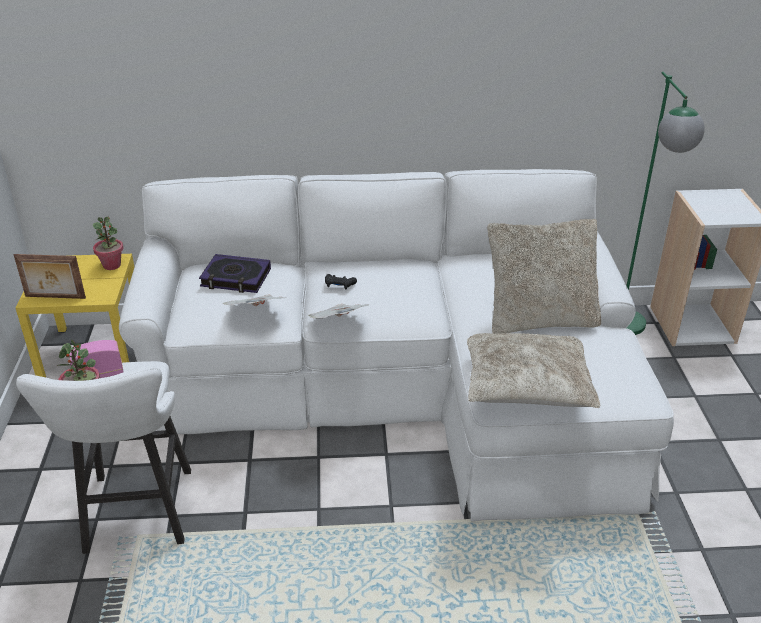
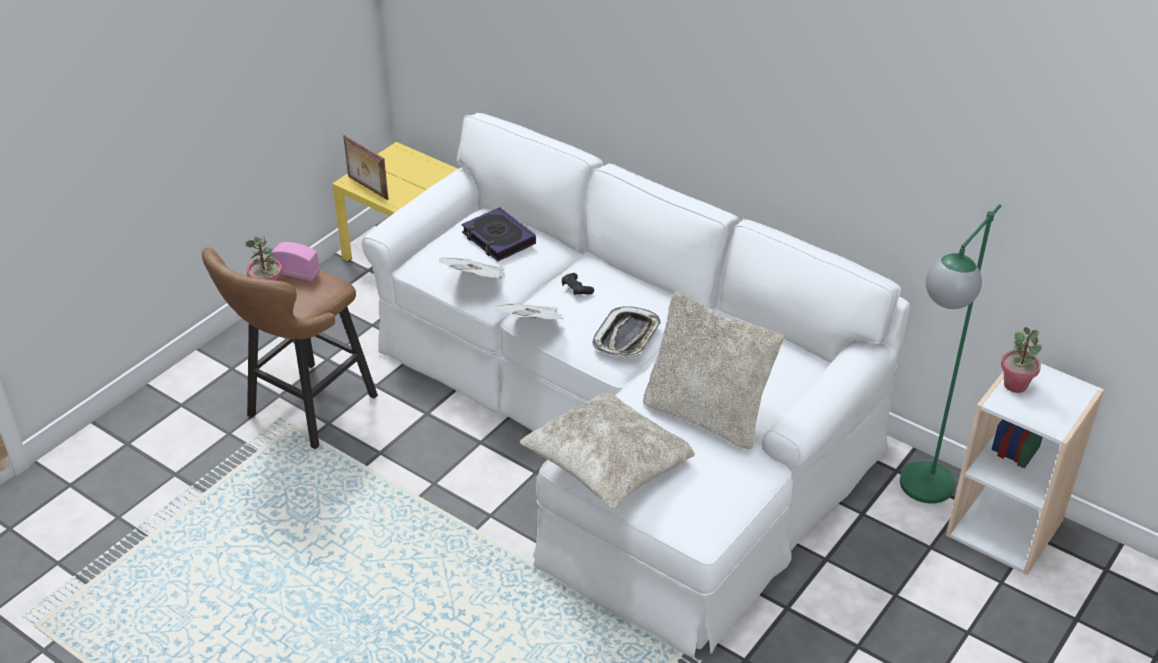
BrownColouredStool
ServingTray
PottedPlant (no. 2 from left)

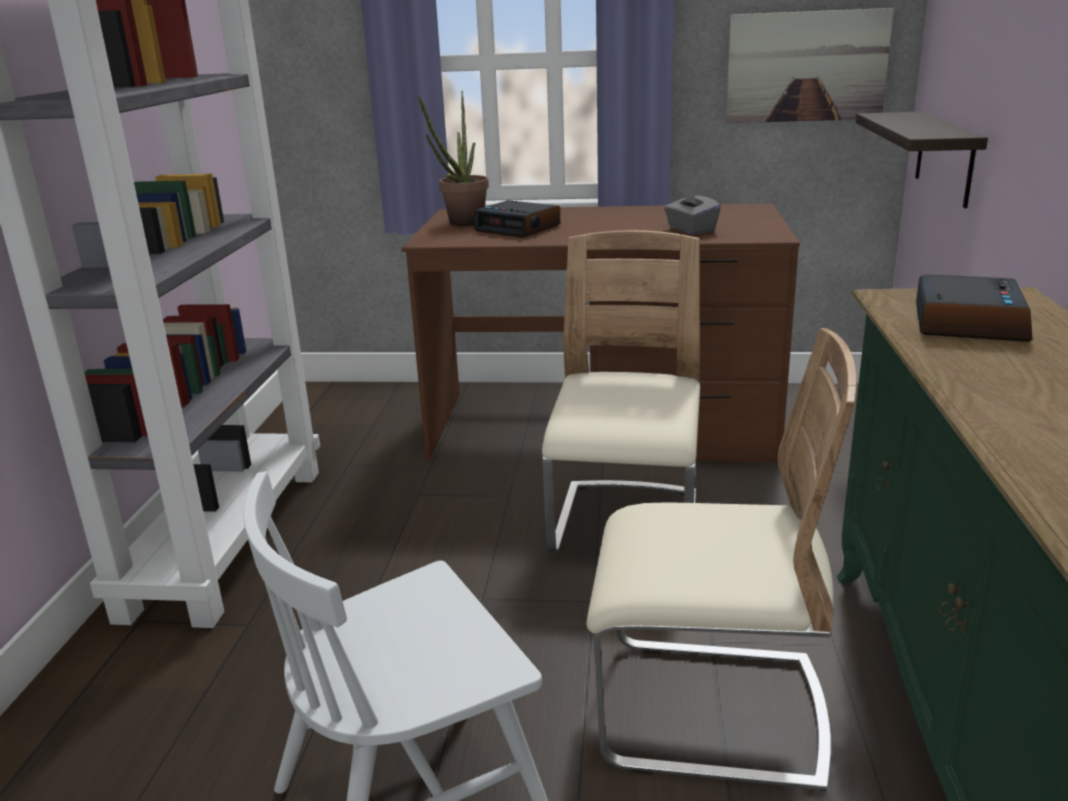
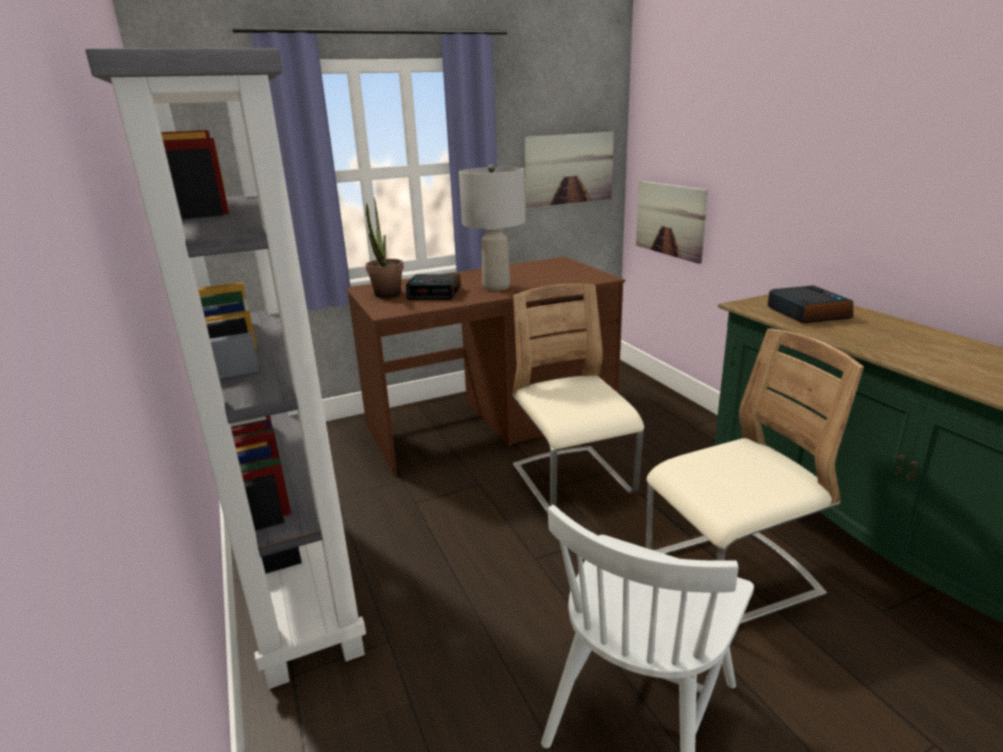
GreyishLampForATable
Picture (no. 2 from left)
GreyishTissueHolder

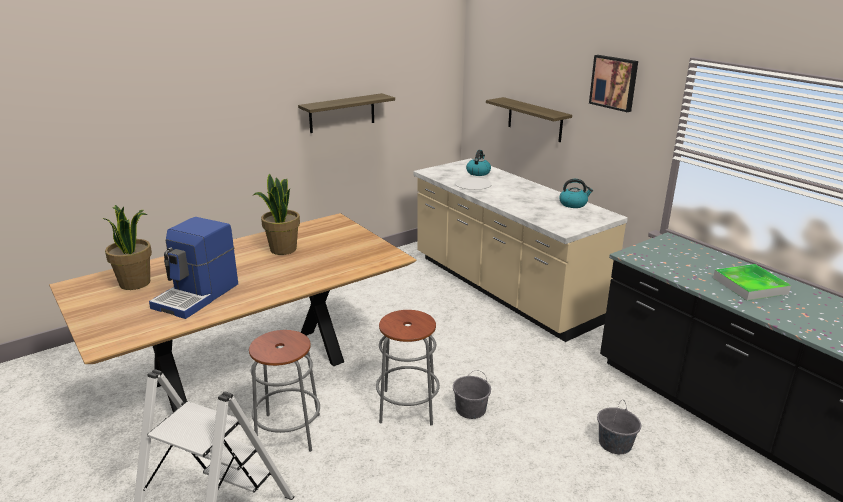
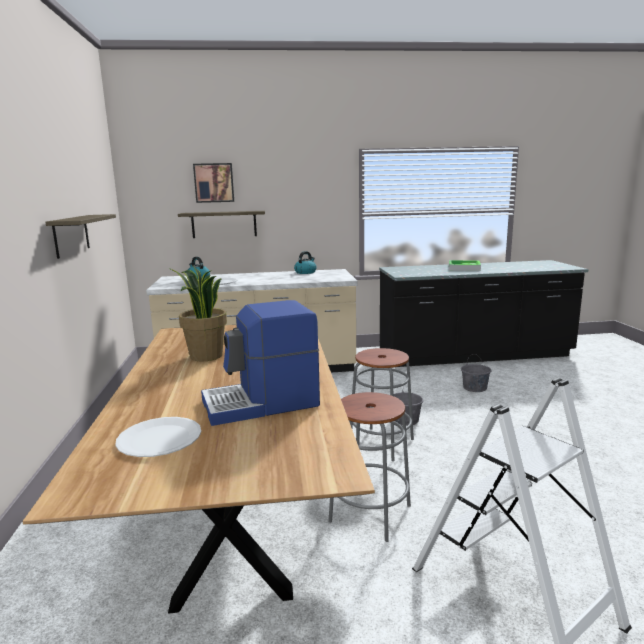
WhiteColouredDinnerPlate (no. 1 from left)
Picture
CoffeeMaker

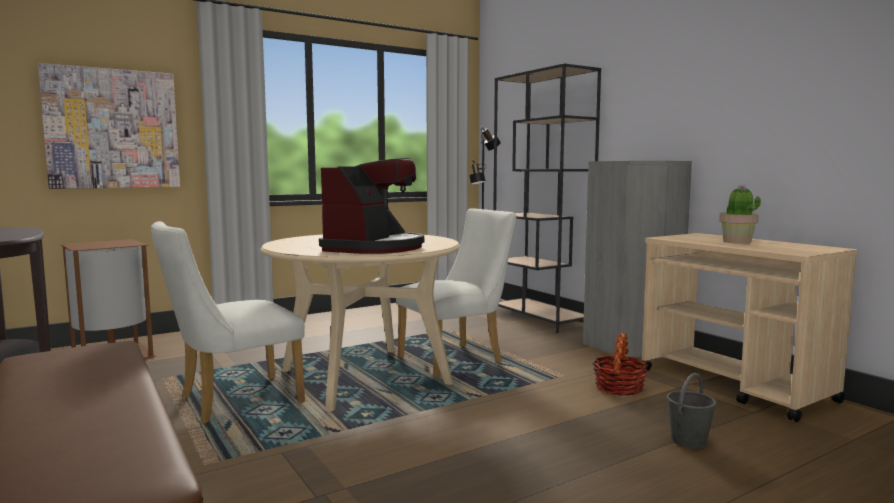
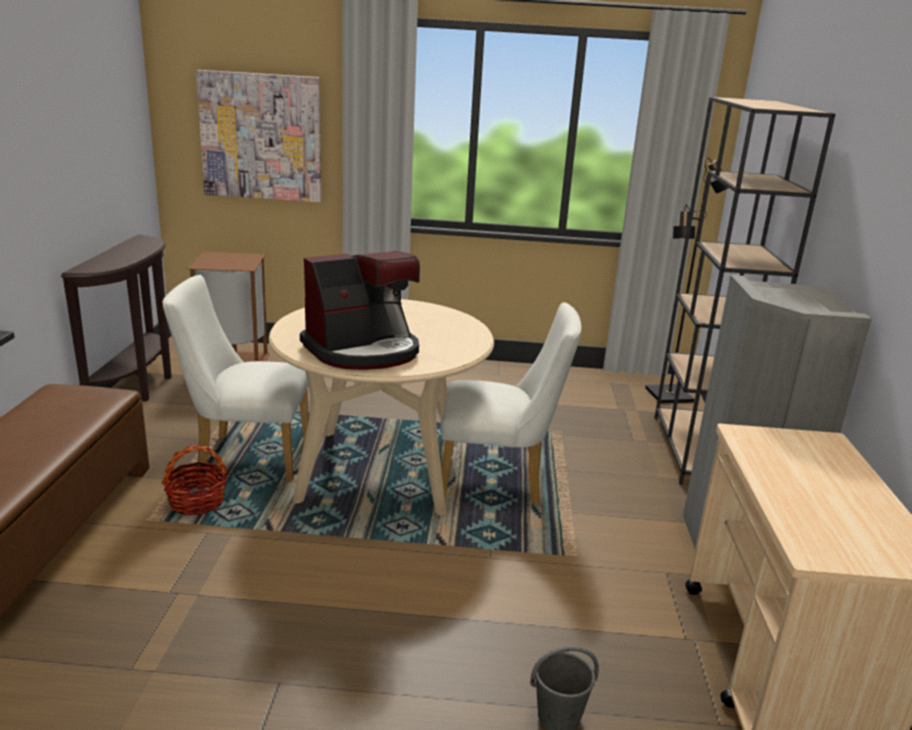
HouseholdBasket
PottedPlant

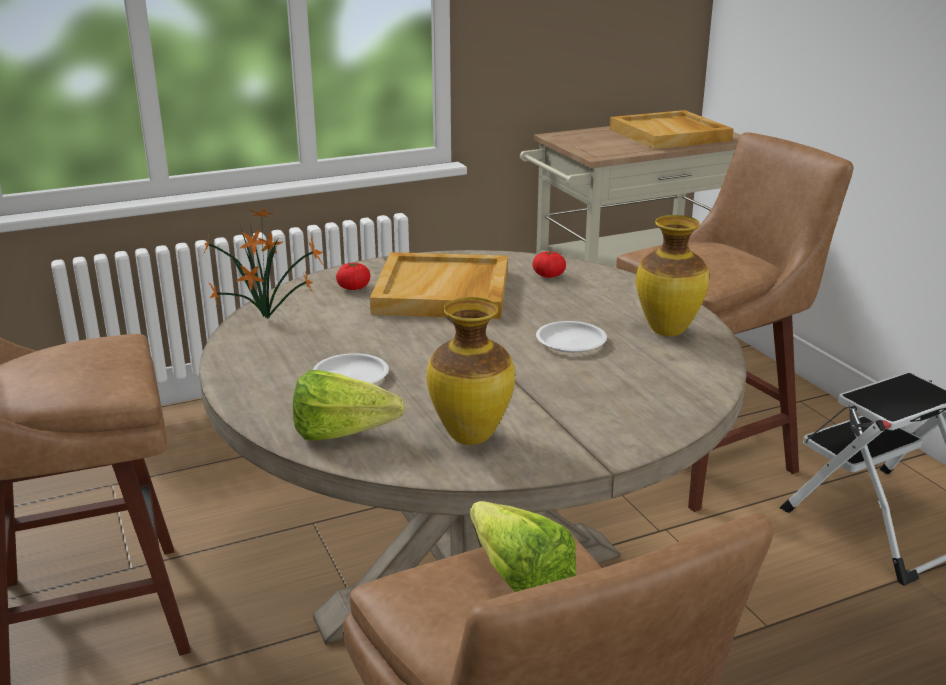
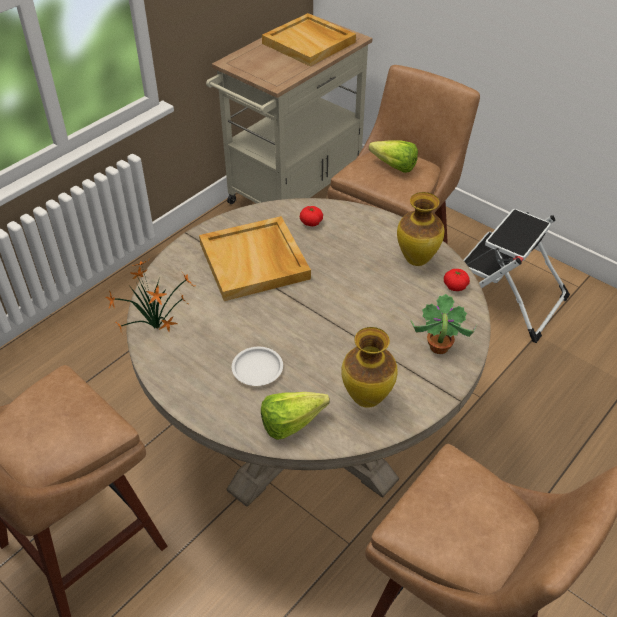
Lettuce (no. 2 from left)
PottedPlant (no. 2 from left)
WholeTomato (no. 2 from left)
WhiteColouredDinnerPlate (no. 2 from left in the first image)

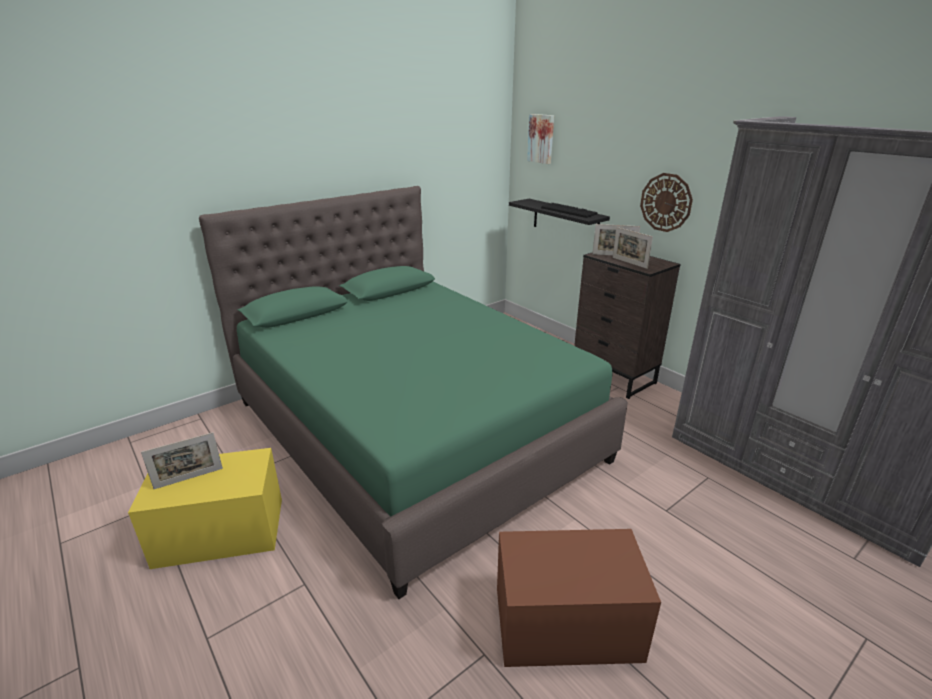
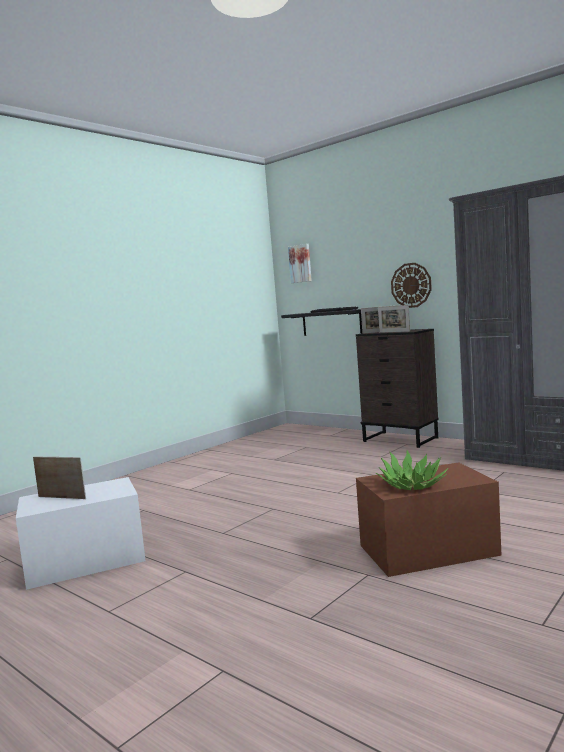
WhiteColouredStorageContainer
PhotoFrame (no. 1 from left)
PottedPlant
GreenBedroomBed

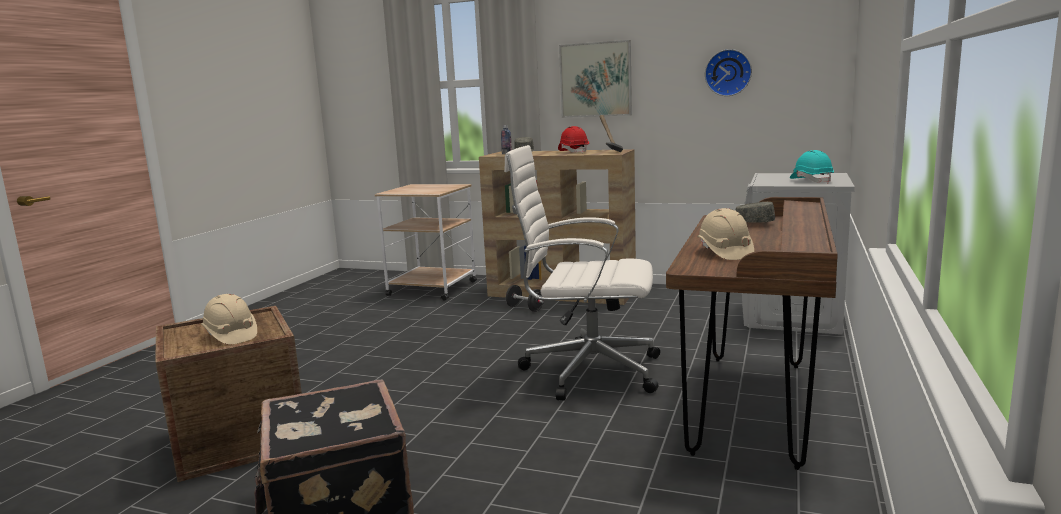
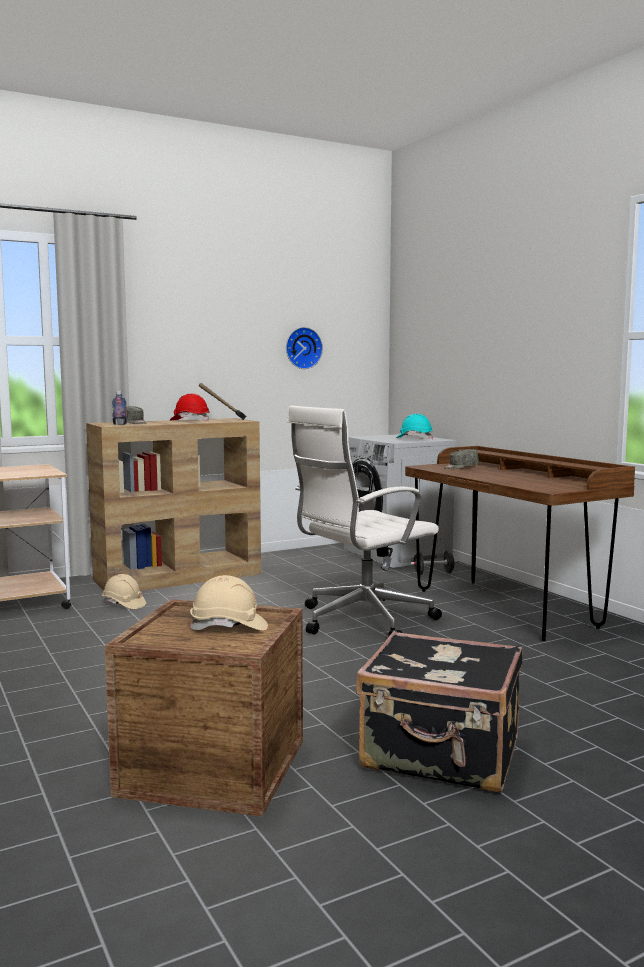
BeigeColouredSafetyHelmet (no. 1 from left)
BlackishHandWeight
Picture

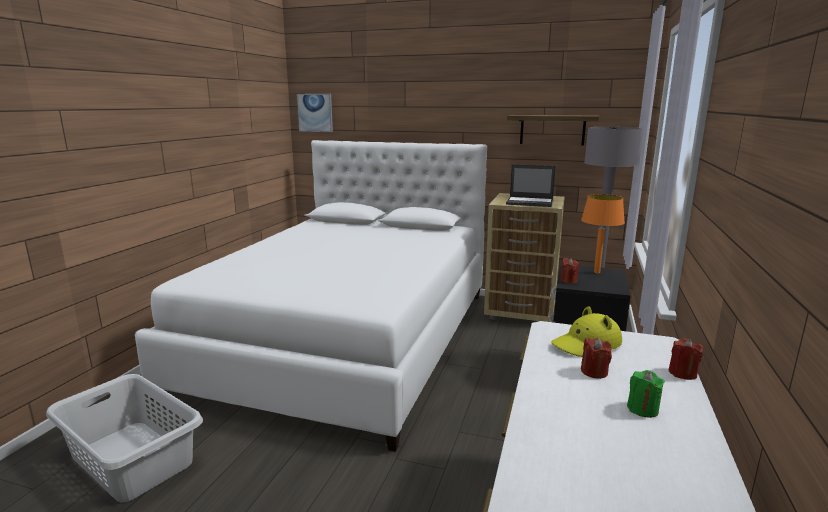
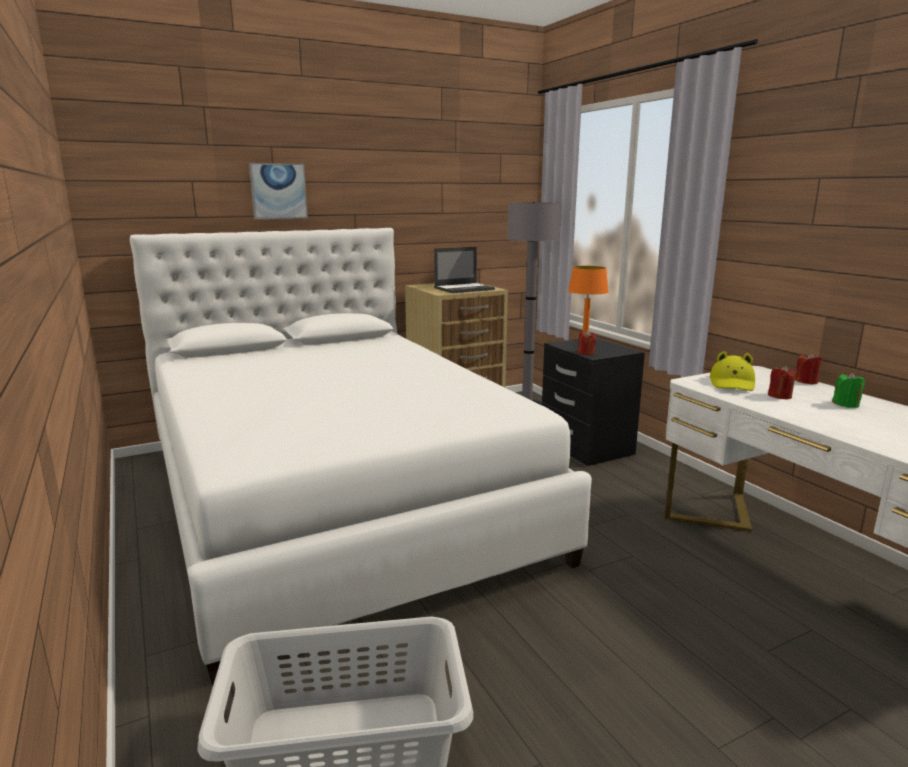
Picture
WallShelf

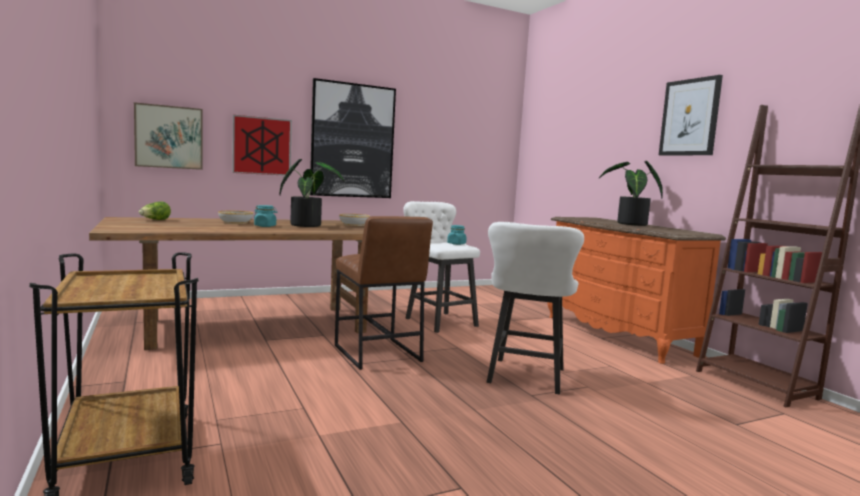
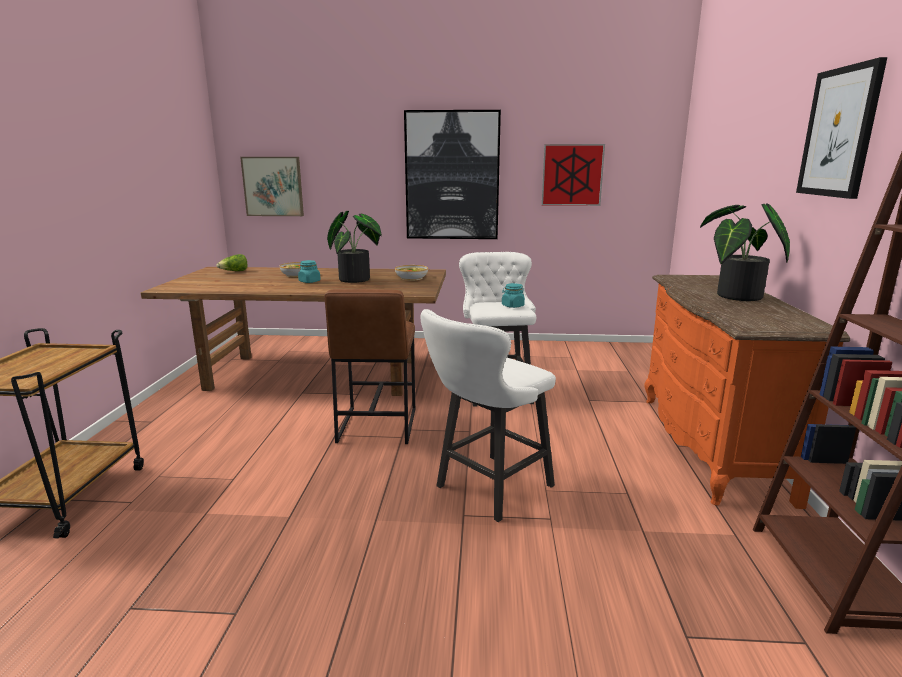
Picture (no. 3 from left)

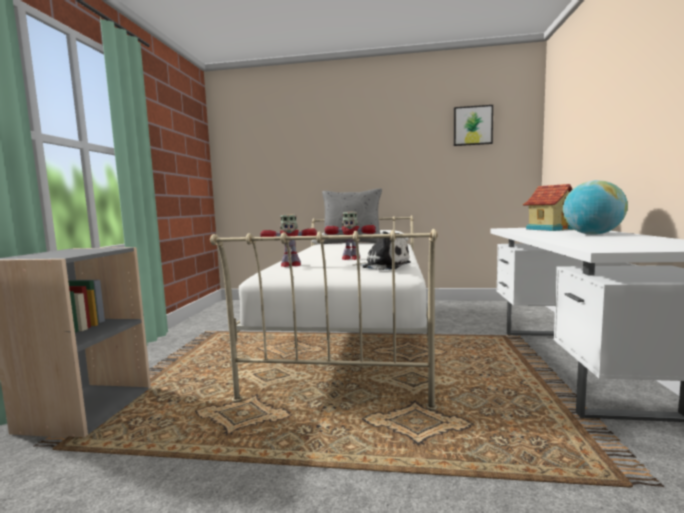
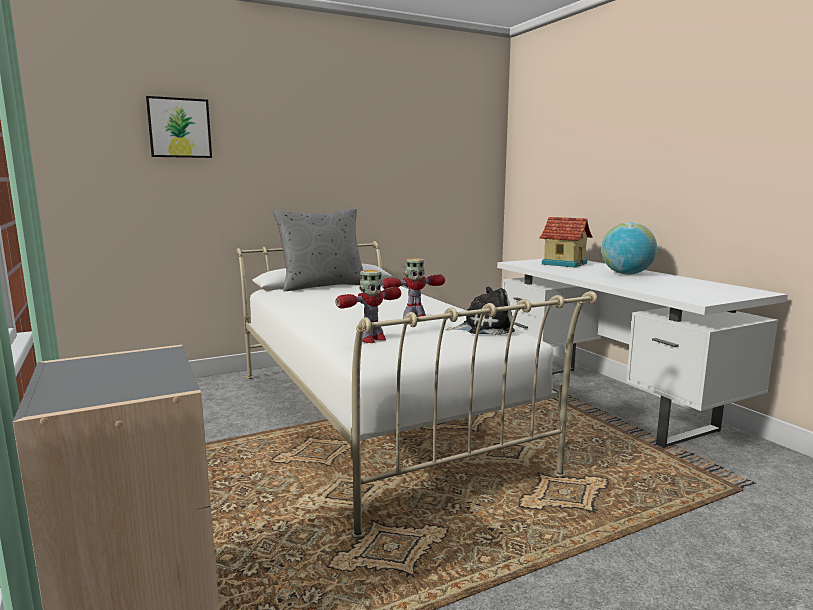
Picture

